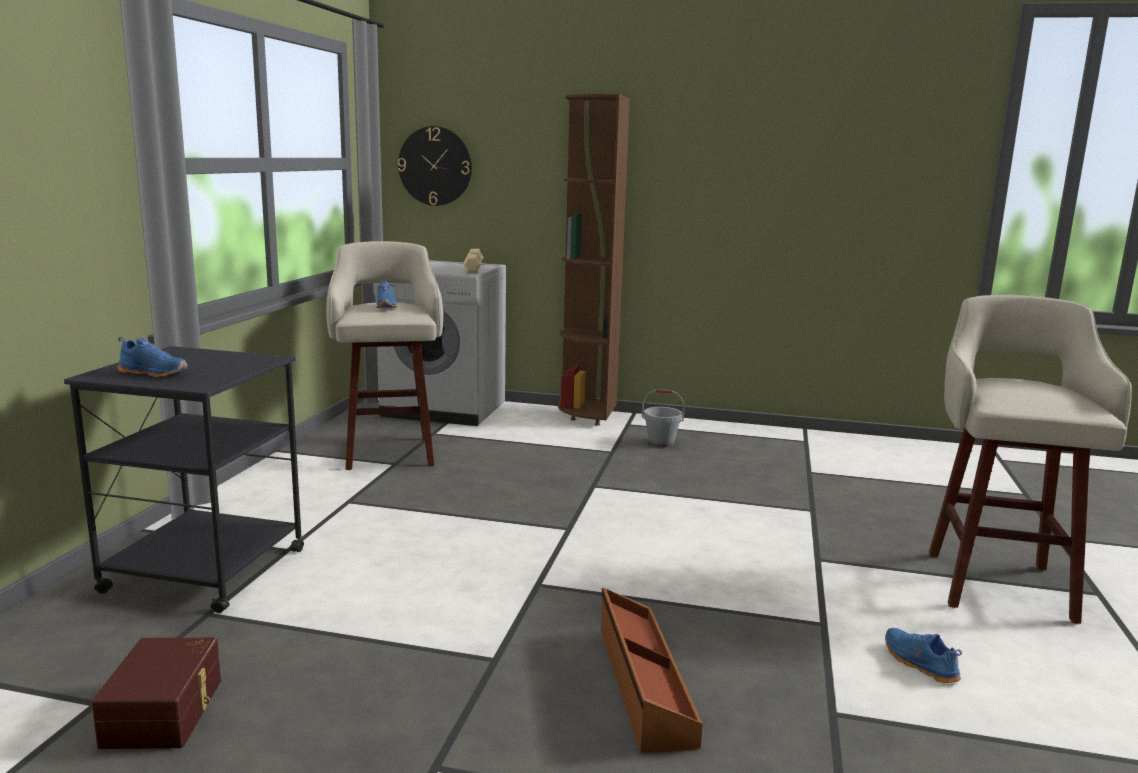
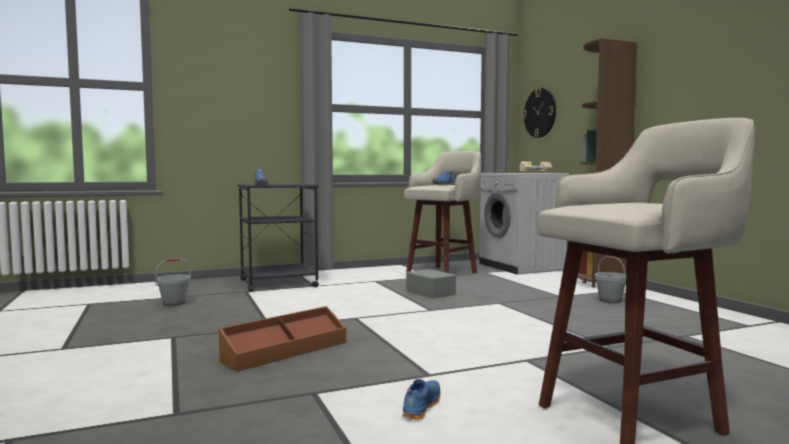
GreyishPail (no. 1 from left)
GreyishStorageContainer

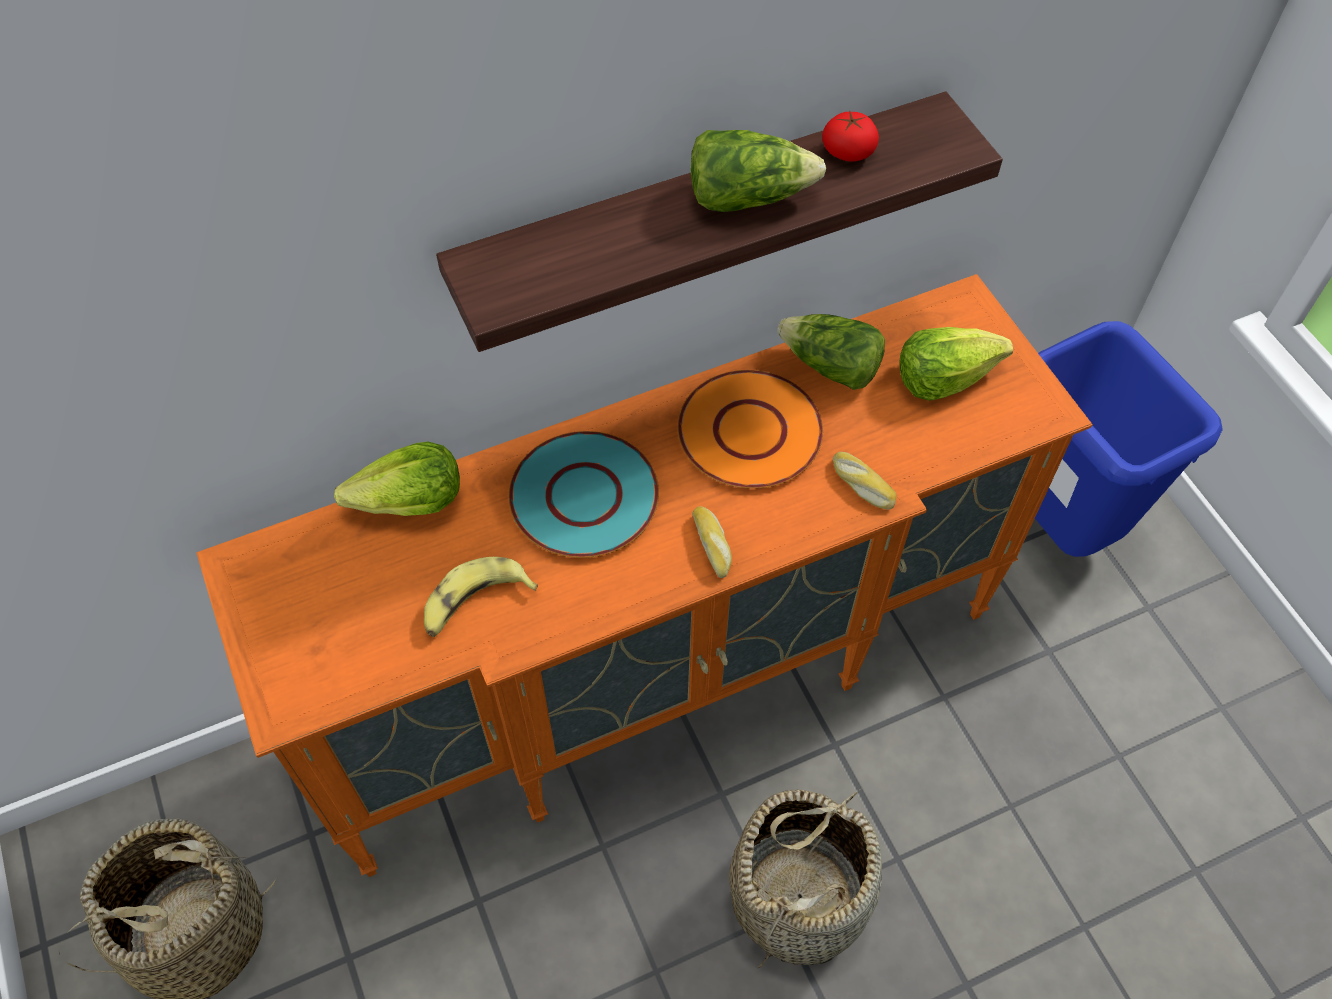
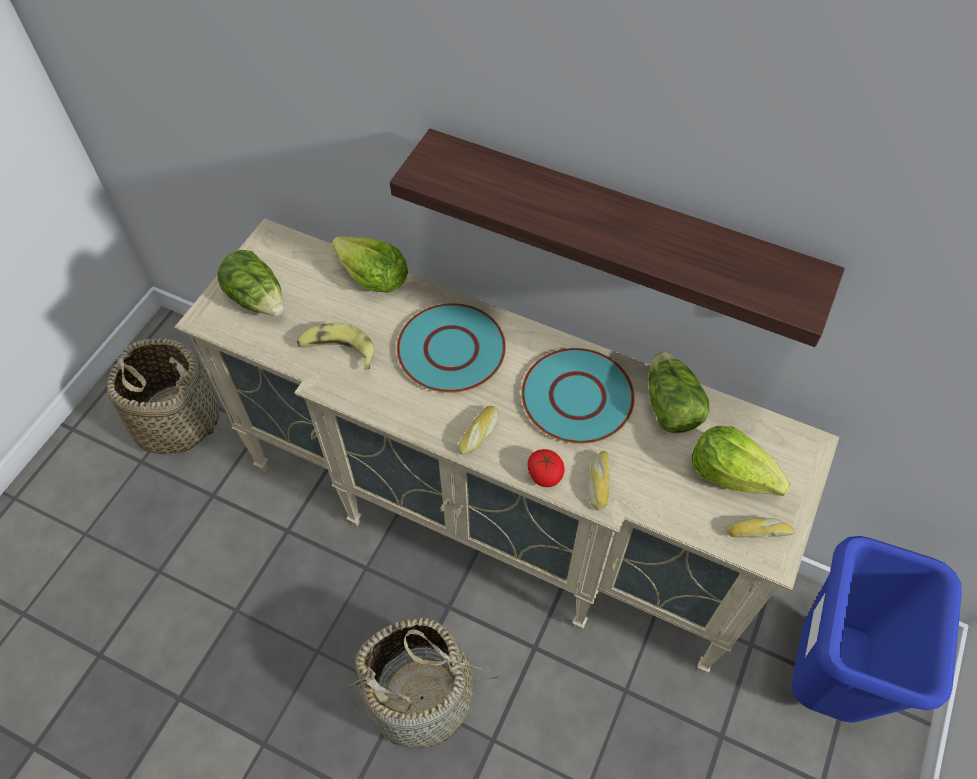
BeigeColouredCupboard
Lettuce (no. 1 from left)
TurquoiseColouredDinnerPlate (no. 2 from left)
WholeTomato
BakeryBread (no. 3 from left)

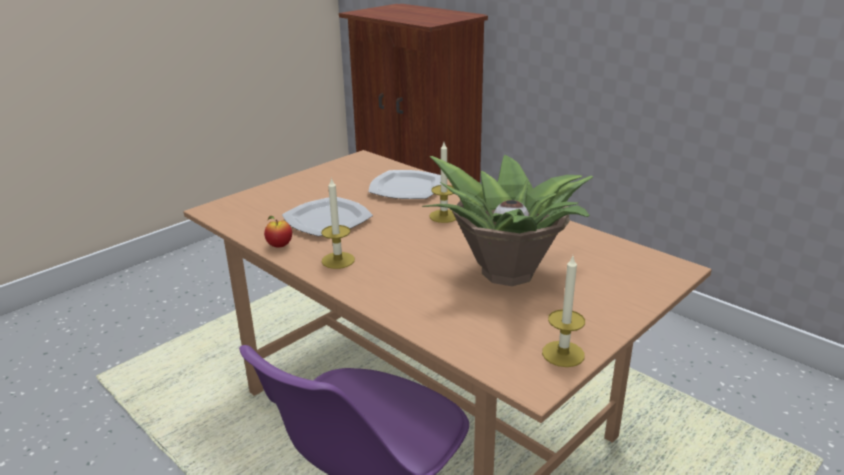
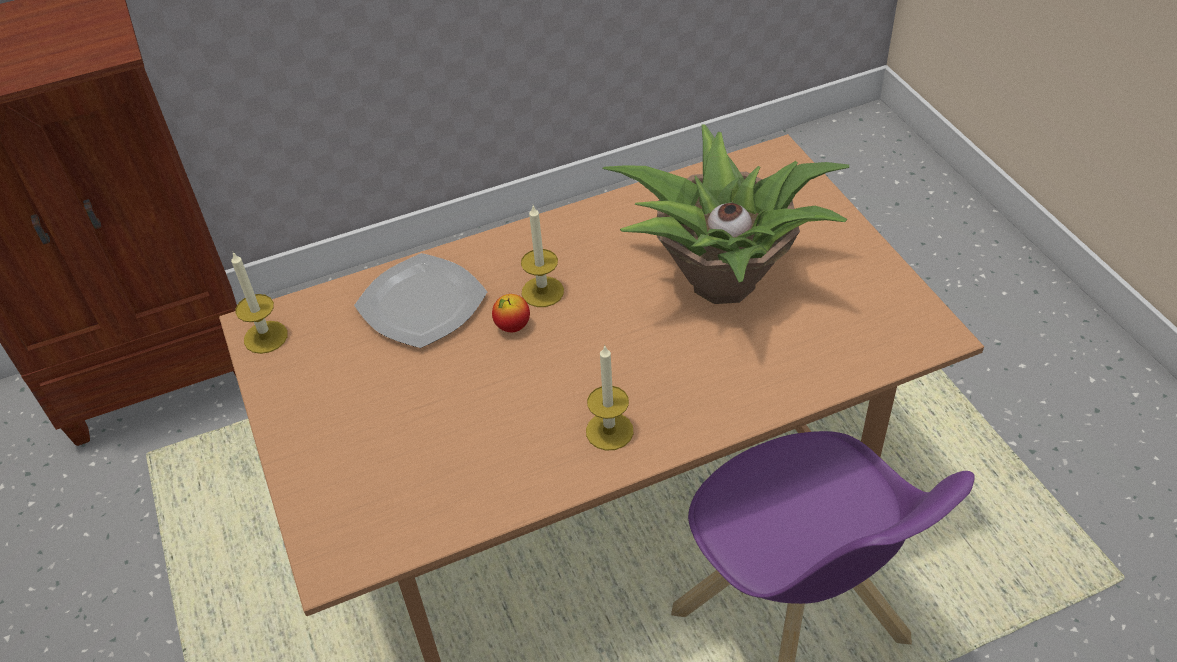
WaxLight (no. 1 from left)
AppleFruit
DinnerPlate (no. 1 from left in the first image)

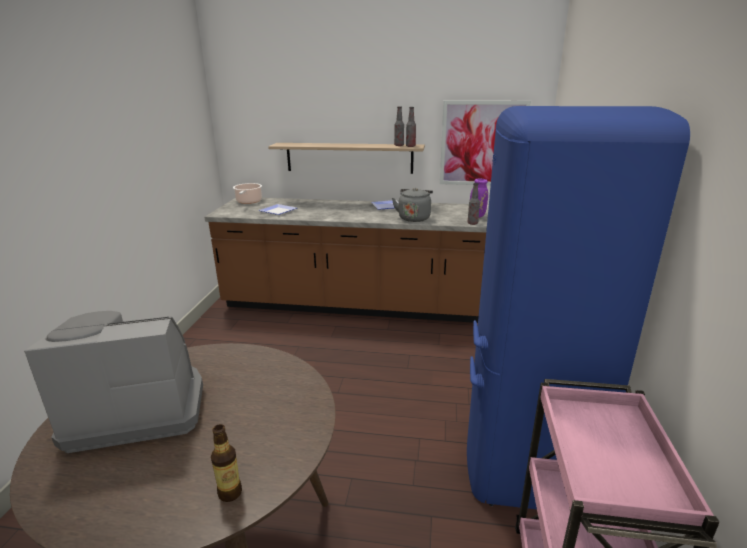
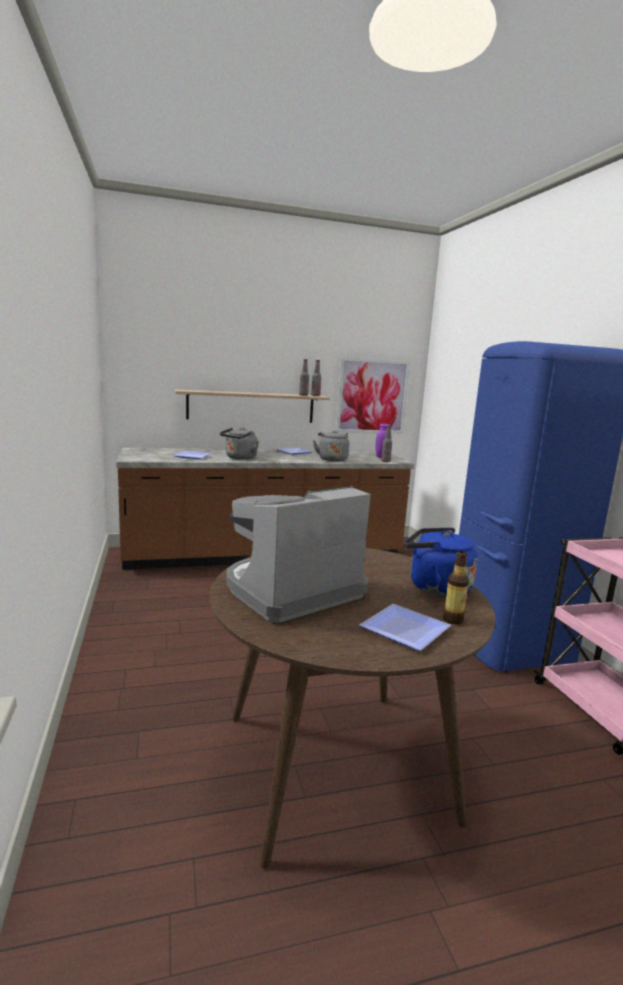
GreyishKettle (no. 1 from left)
DinnerPlate (no. 3 from left)
BlueKettle
Saucepot

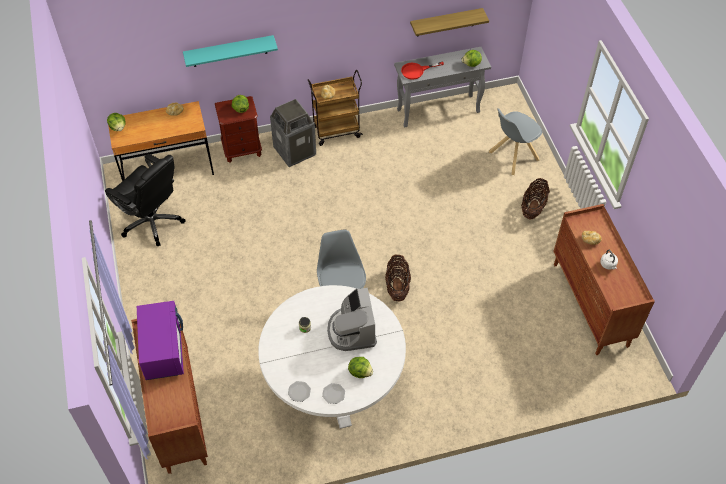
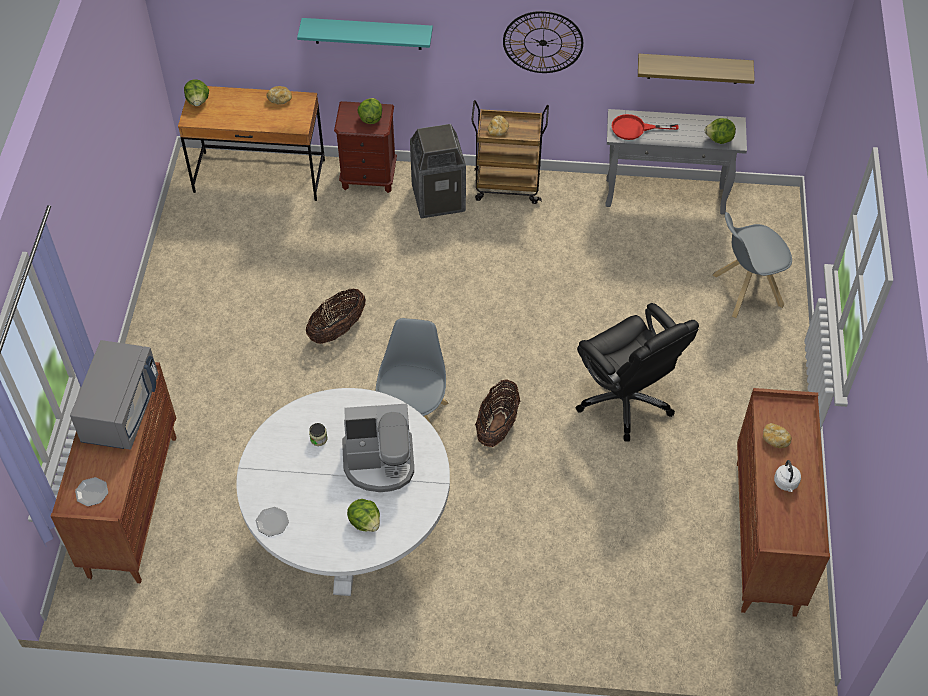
GreyishKitchenMicrowave
DinnerPlate (no. 1 from left)
HouseholdBasket (no. 1 from left)
CoffeeMaker
ClockOnTheWall
BlackishComputerChair

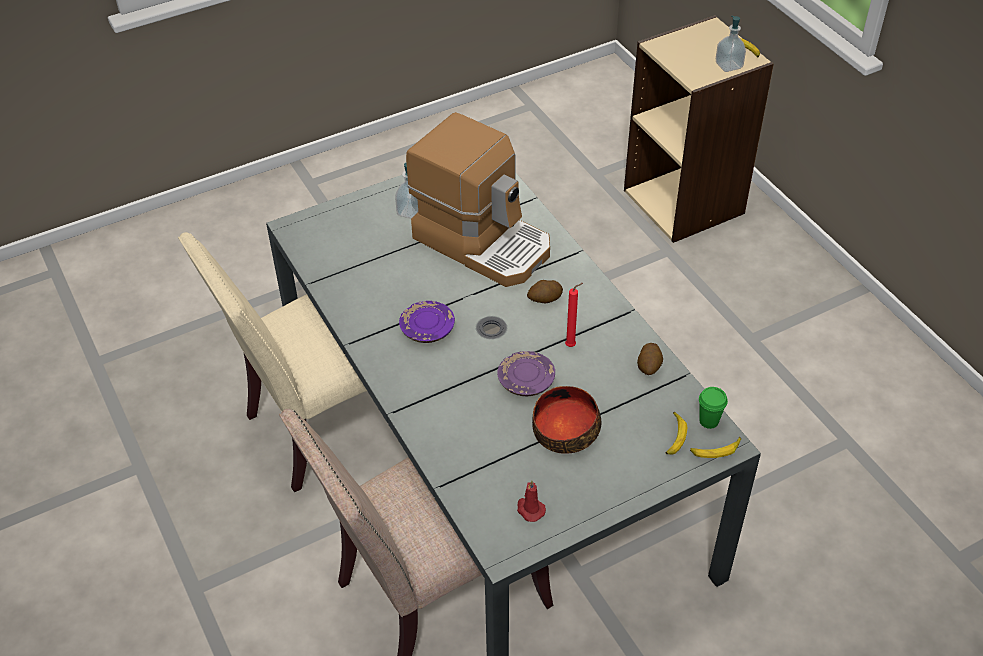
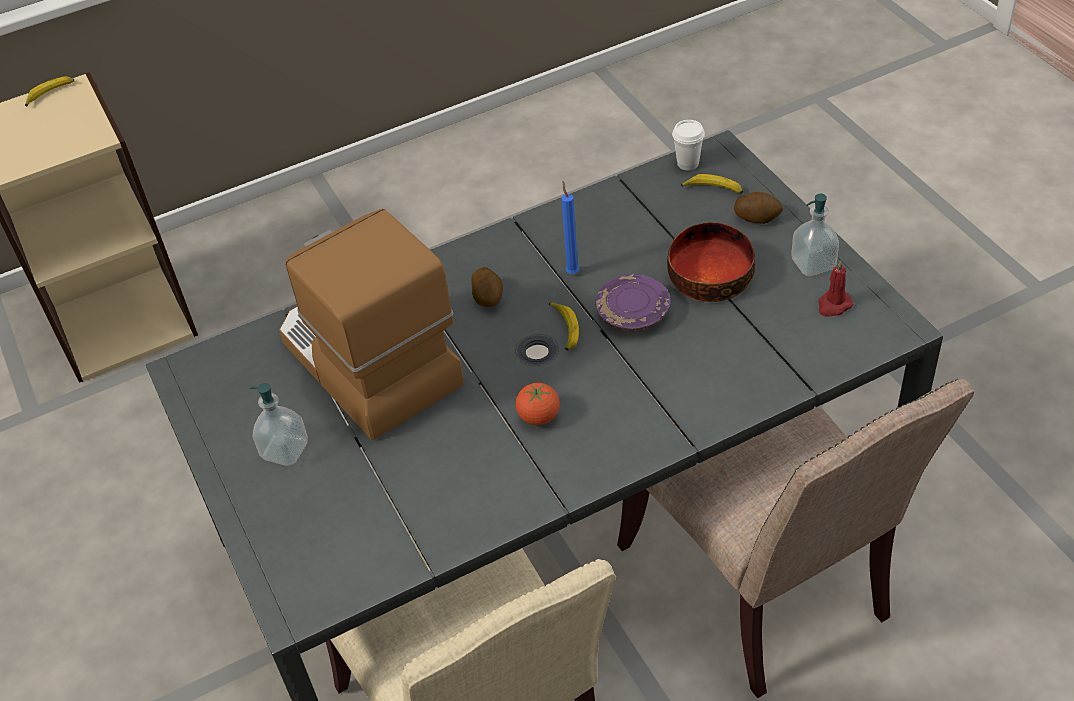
CoffeeMaker
WholeTomato
Banana (no. 2 from left)
BlueWaxLight
WhiteColouredCup
WholePotato (no. 2 from left)
LiquidSoapBottle (no. 2 from left)

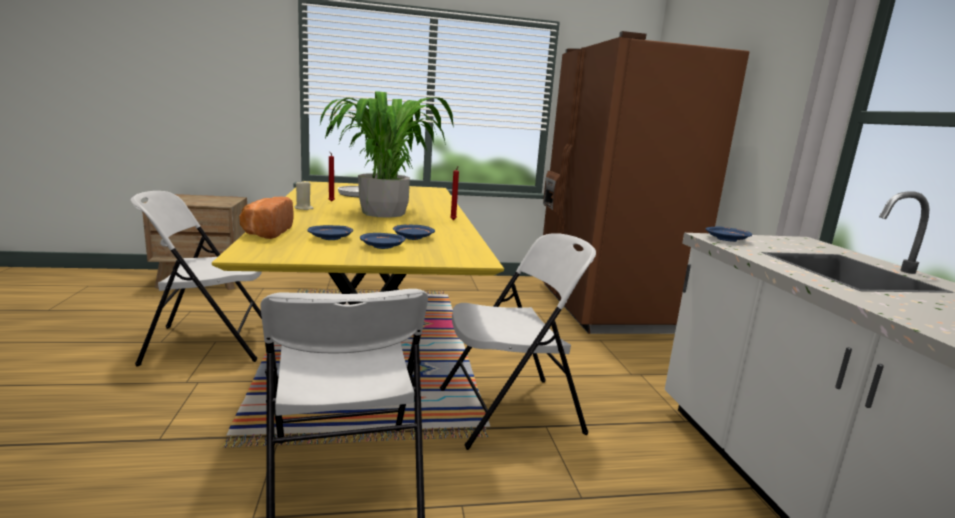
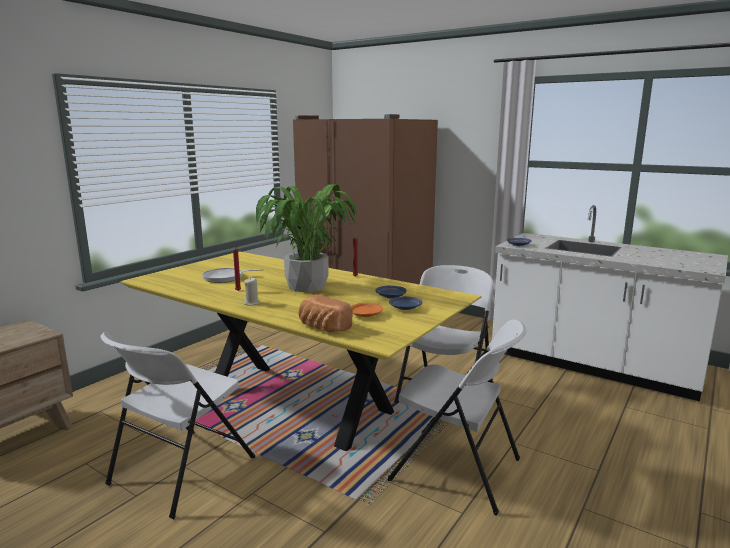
OrangeyDinnerPlate

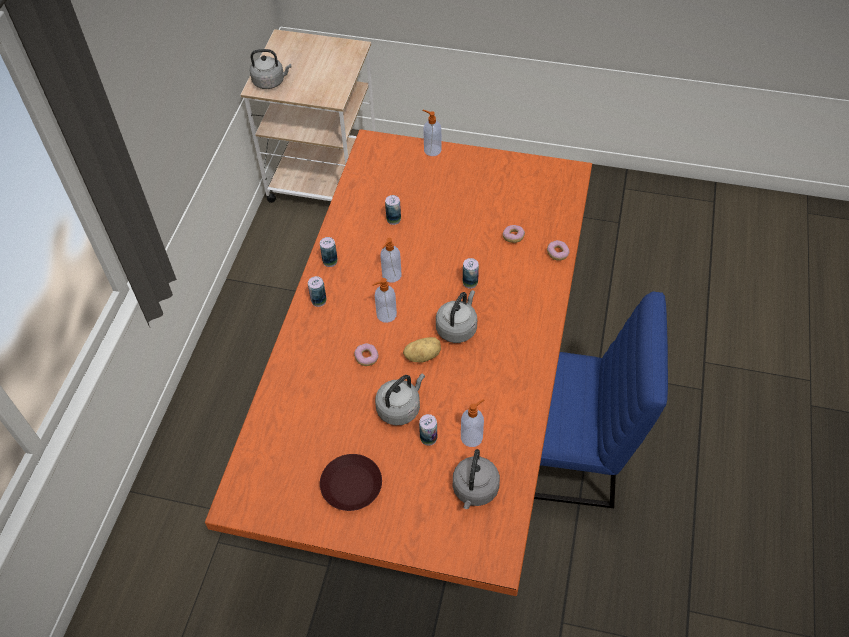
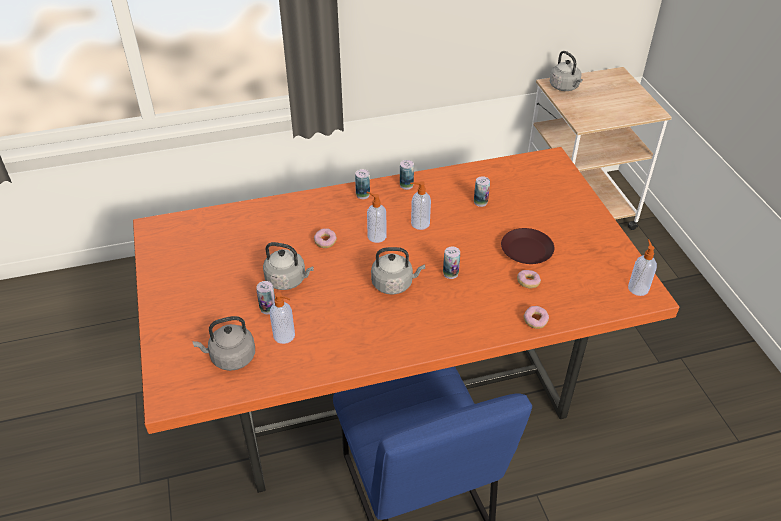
BrownColouredDinnerPlate
LiquidSoapBottle (no. 4 from left)
WholePotato

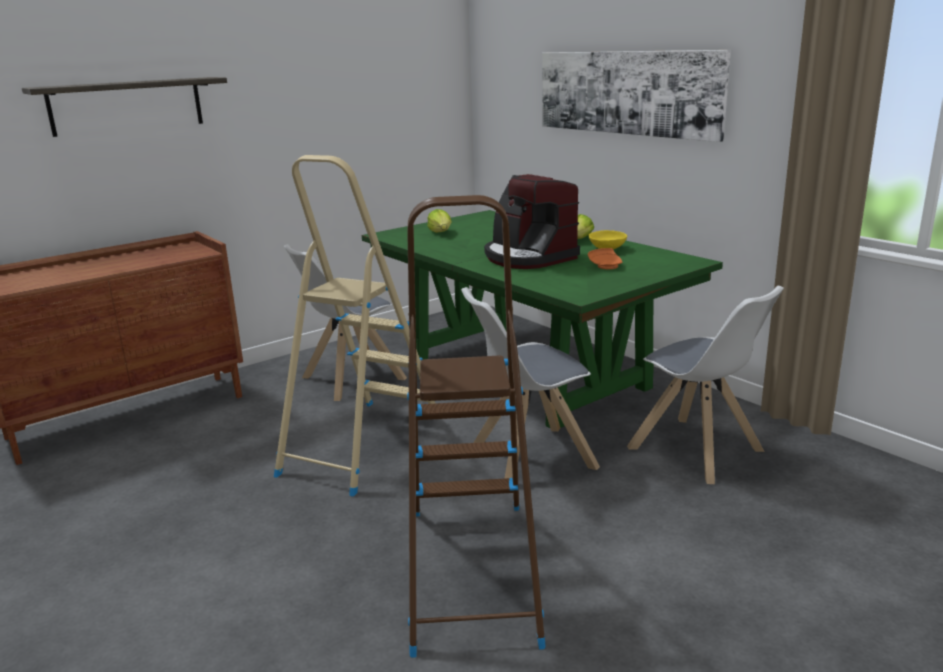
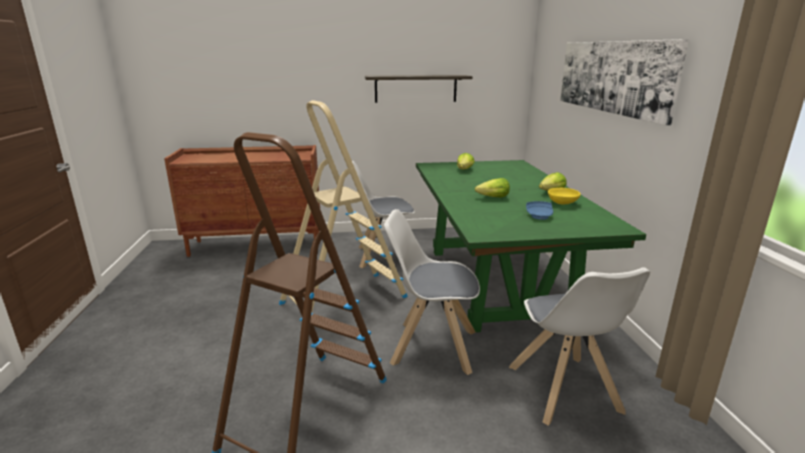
WallShelf
Lettuce (no. 2 from left)
BlueDinnerPlate

